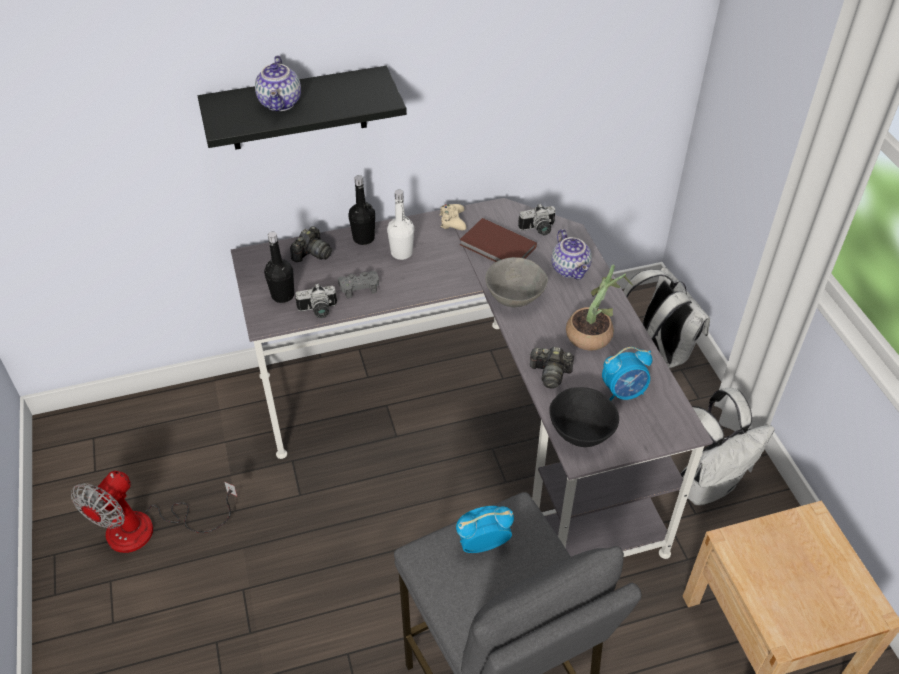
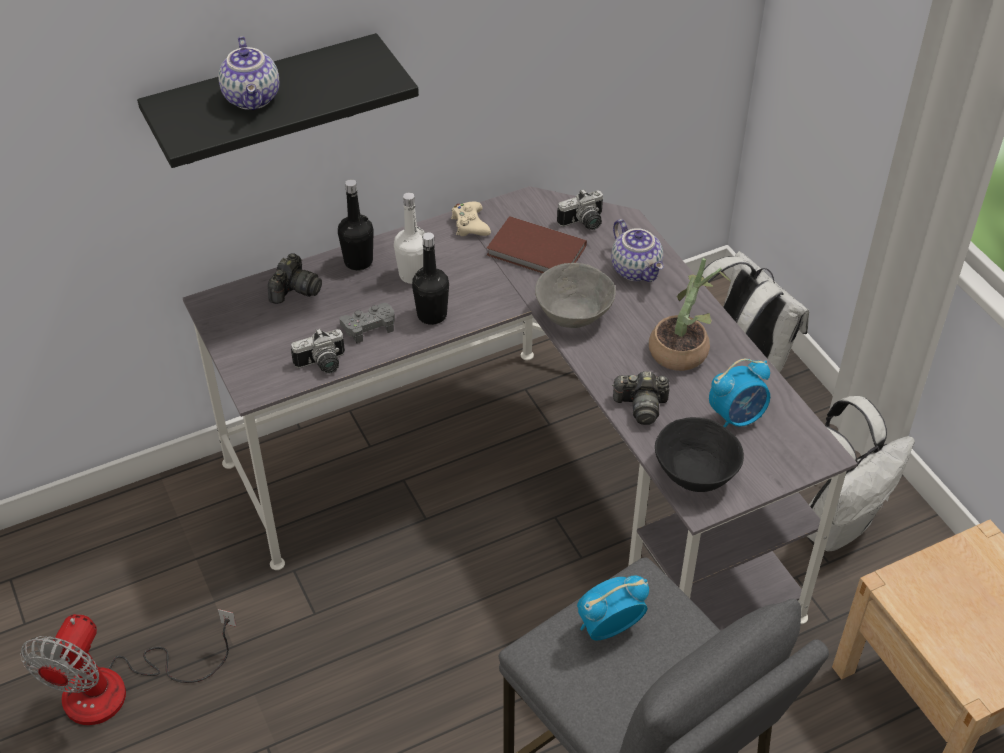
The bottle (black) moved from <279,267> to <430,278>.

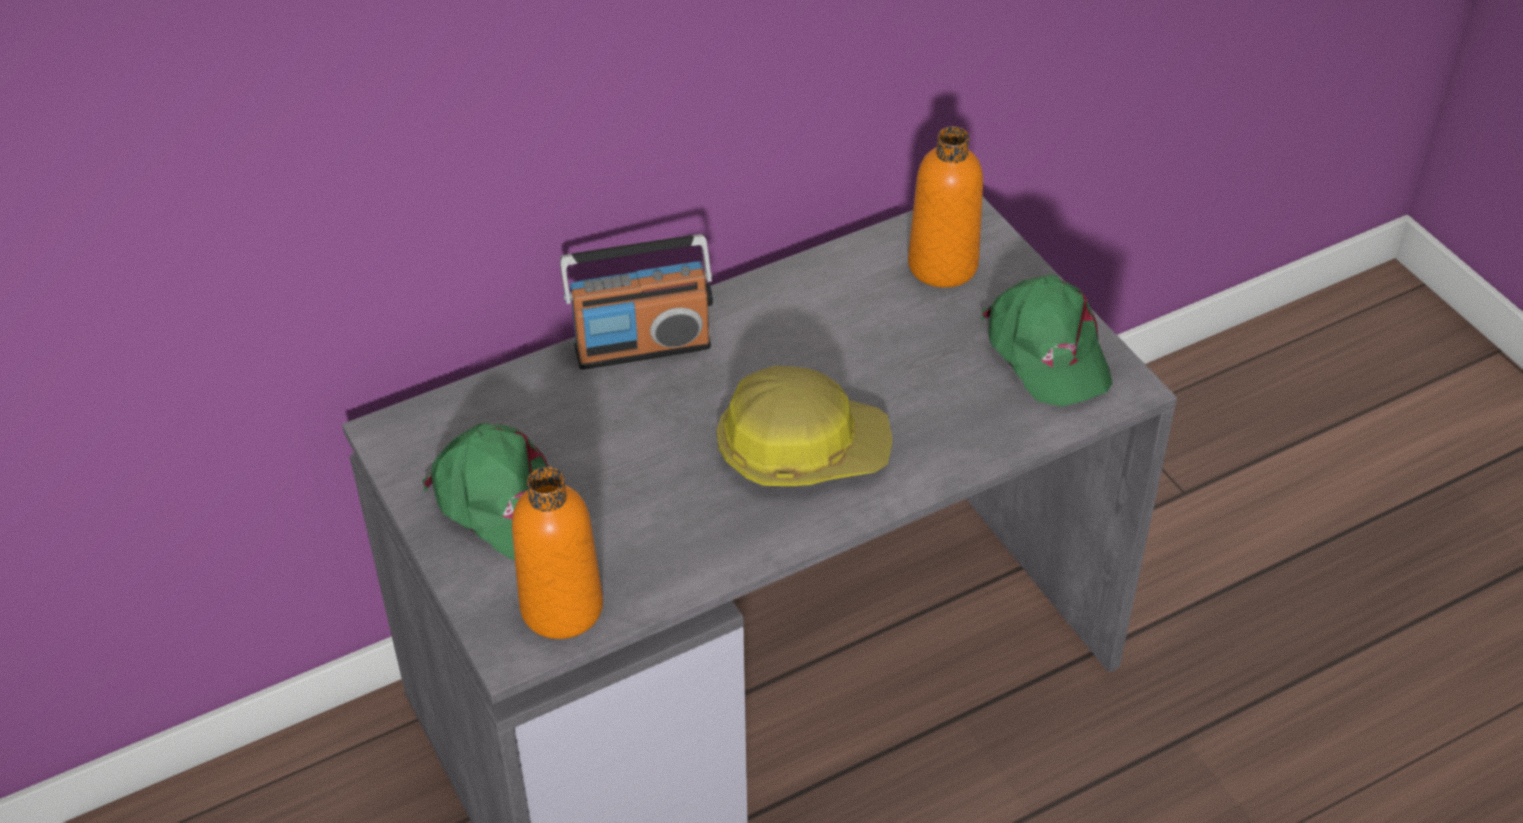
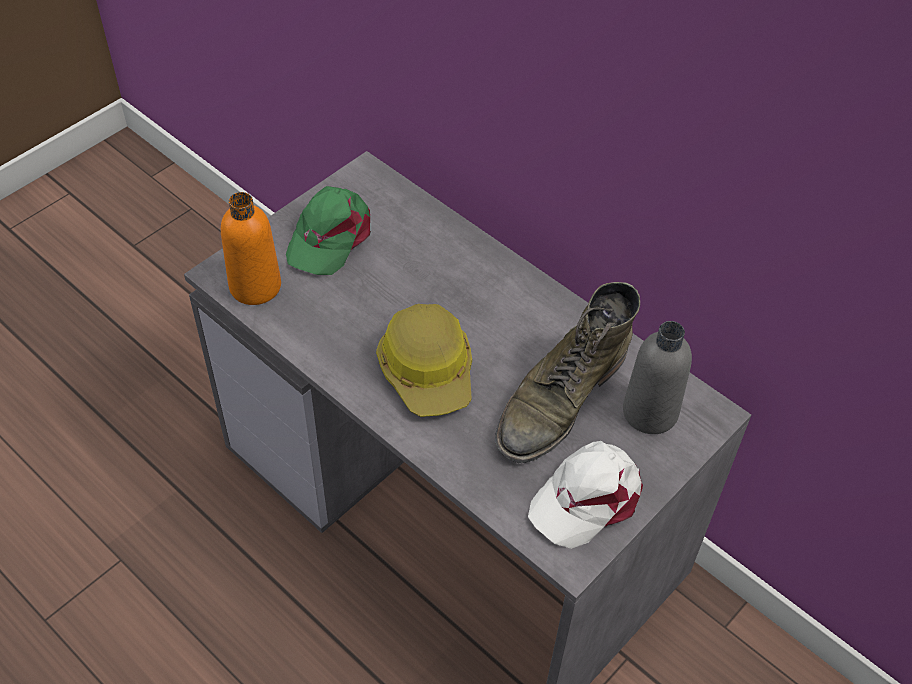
The bottle (orange-coloured) at <945,207> became the bottle (greyish) at <657,377>.
The radio receiver at <636,302> disappeared.
The peaked cap (green-coloured) at <1046,340> became the peaked cap (white-coloured) at <585,495>.
The tall boot (green-coloured) at <567,372> appeared.

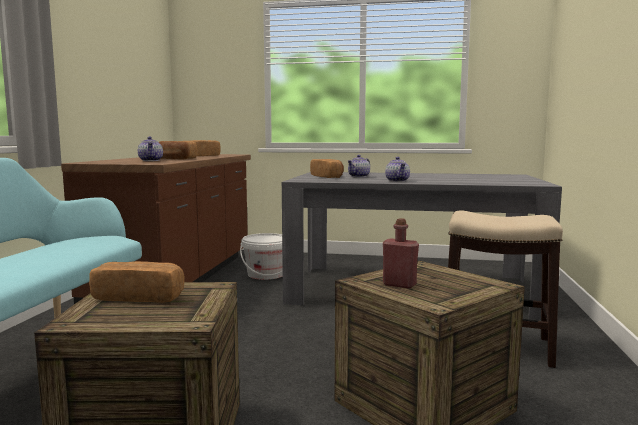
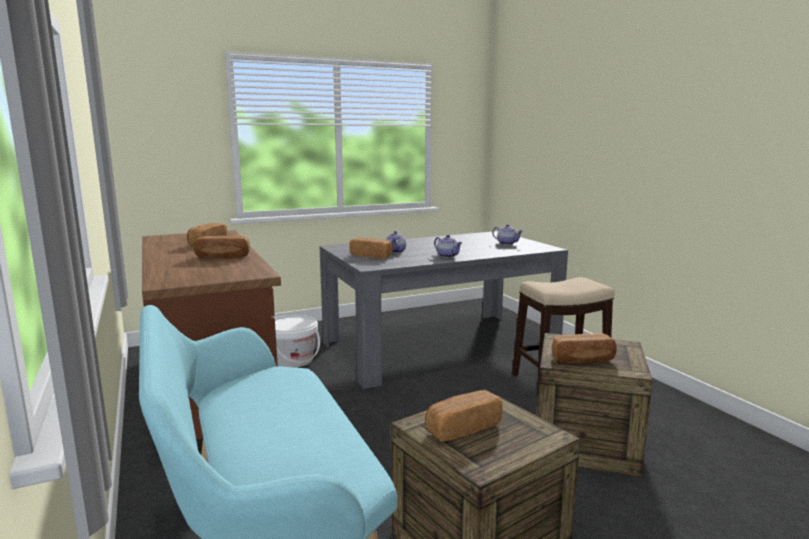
The pot for tea moved from <150,149> to <507,234>.
The bottle (red-coloured) at <401,253> was replaced by the bread at <584,348>.

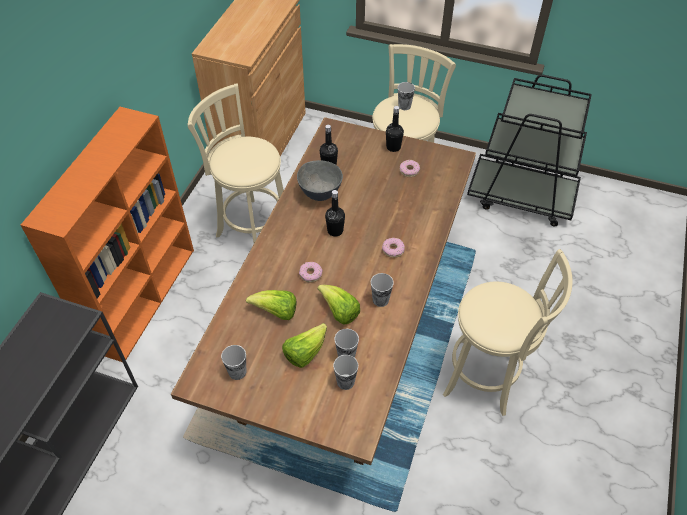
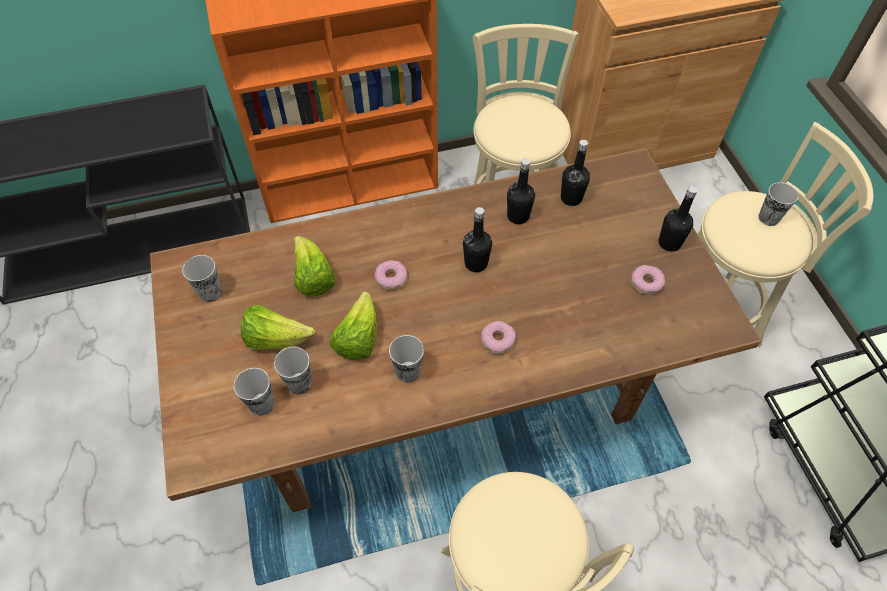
The bowl (greyish) at <320,180> was replaced by the bottle (black) at <521,191>.

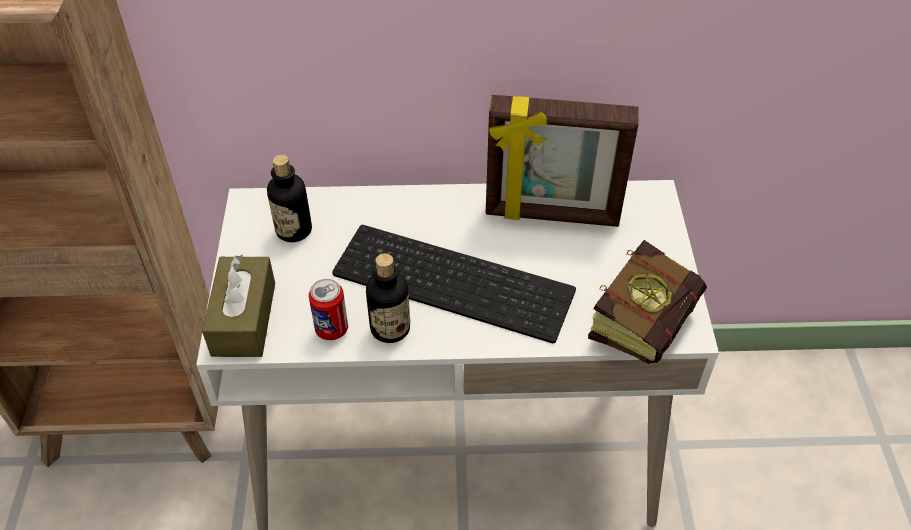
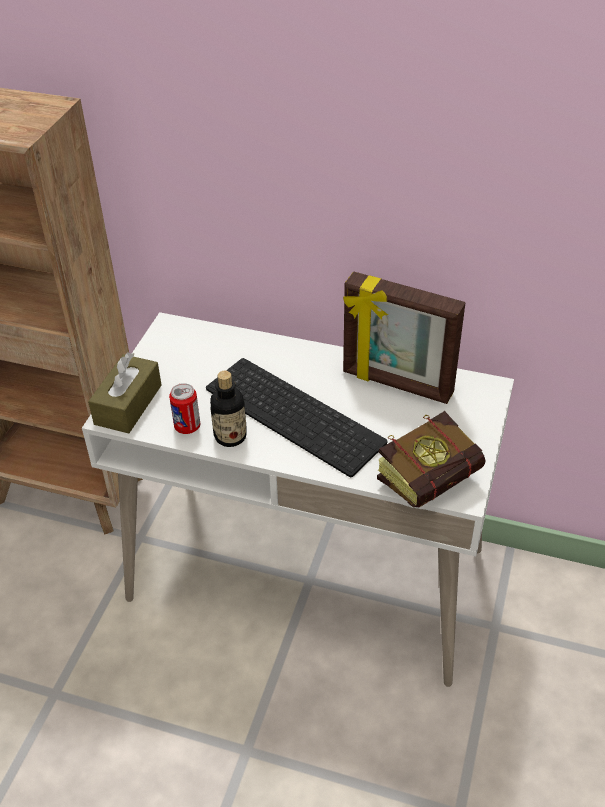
The bottle at <289,198> disappeared.

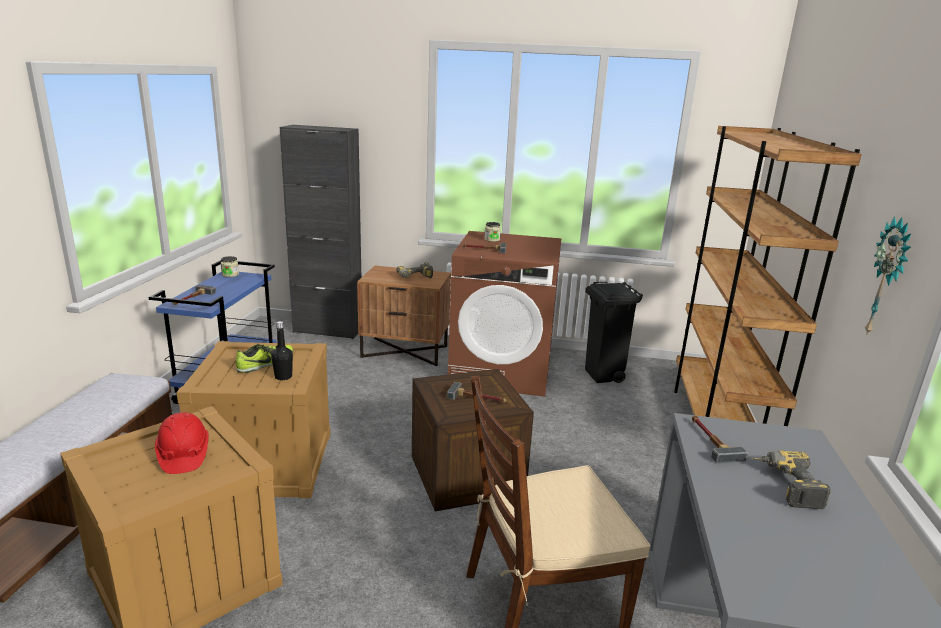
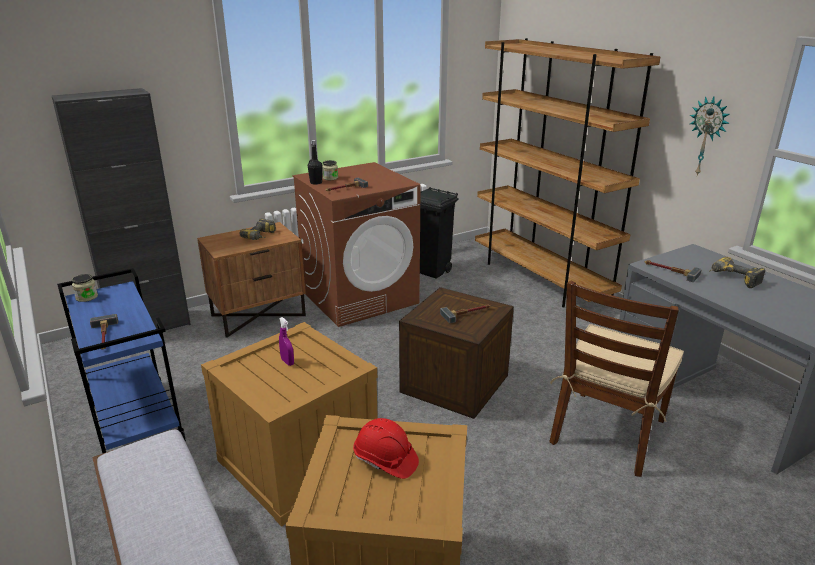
The bottle (black) moved from <282,350> to <315,162>.
The low shoe at <265,358> was replaced by the hand sprayer (purplish) at <286,341>.

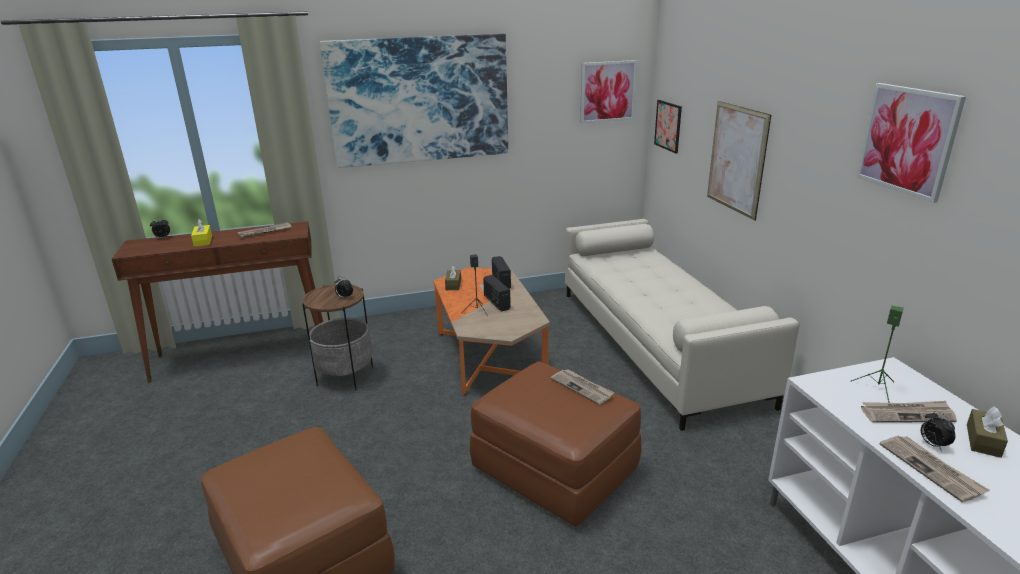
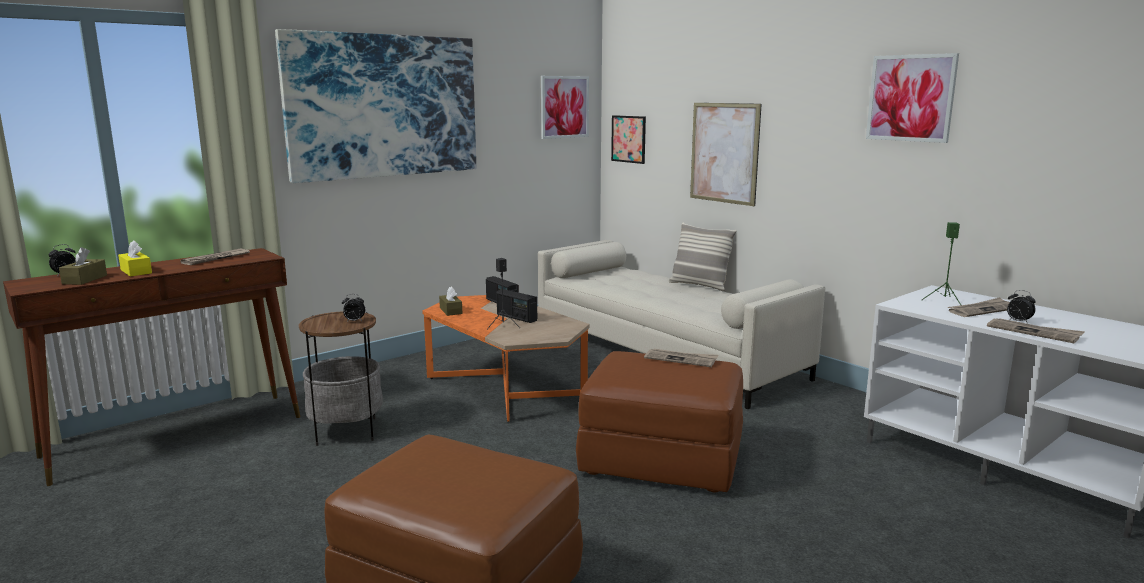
The tissue box (brownish) moved from <987,432> to <83,266>.
The pillow at <703,256> appeared.

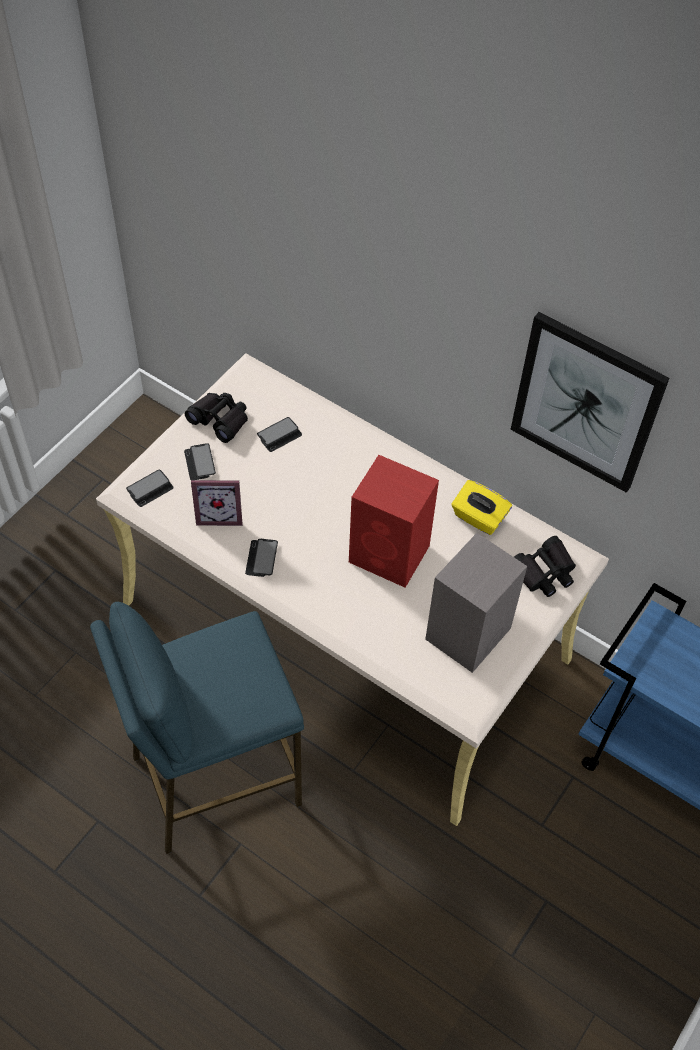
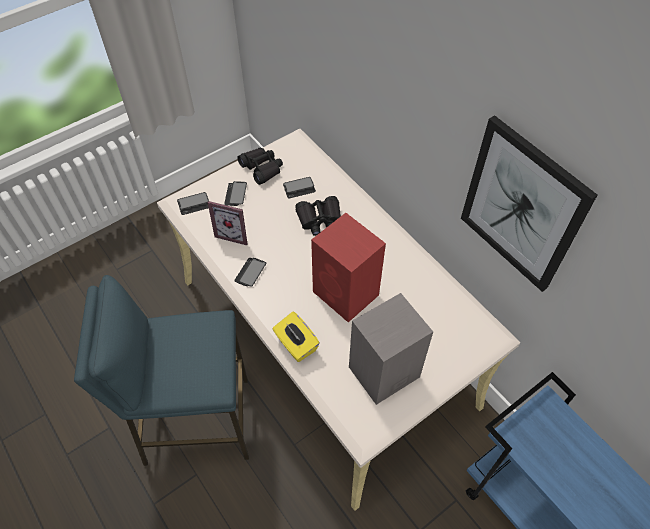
The tissue box (yellow) moved from <481,507> to <296,336>.
The pair of binoculars (black) moved from <545,566> to <318,216>.

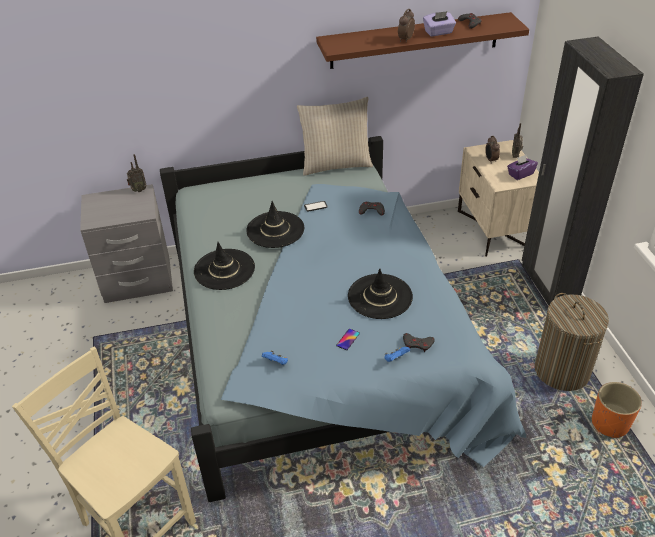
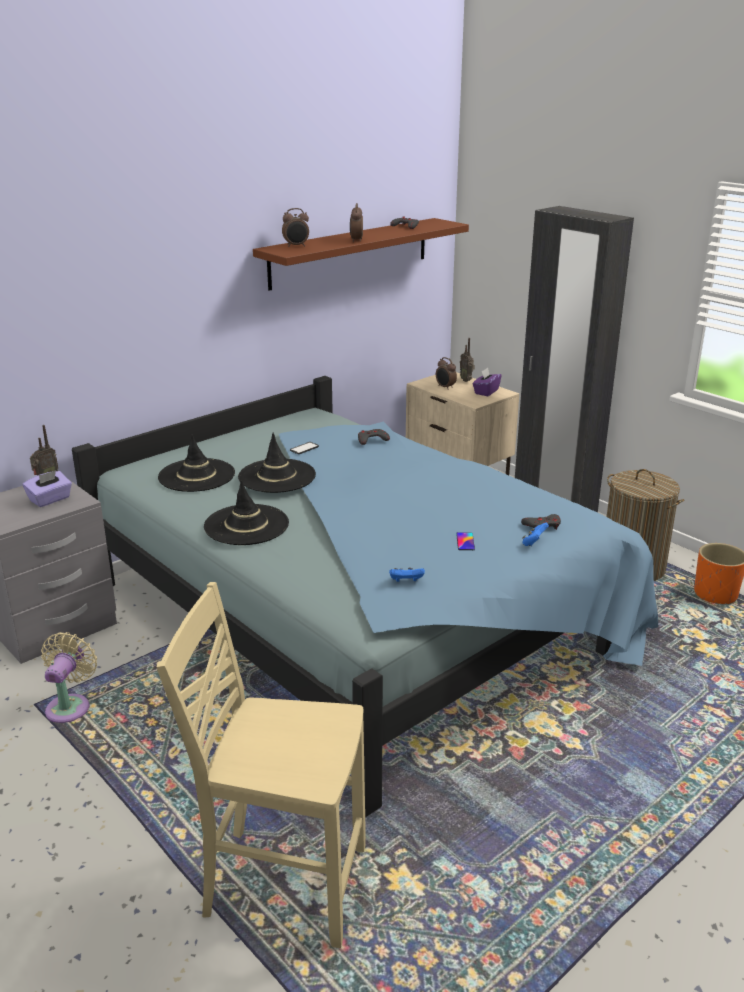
The tissue box (purplish) moved from <439,24> to <47,488>.
The pillow (beige-coloured) at <335,136> disappeared.
The clothing hat (black) moved from <380,294> to <196,463>.
The table clock at <295,227> appeared.
The fan (beige-coloured) at <69,677> appeared.

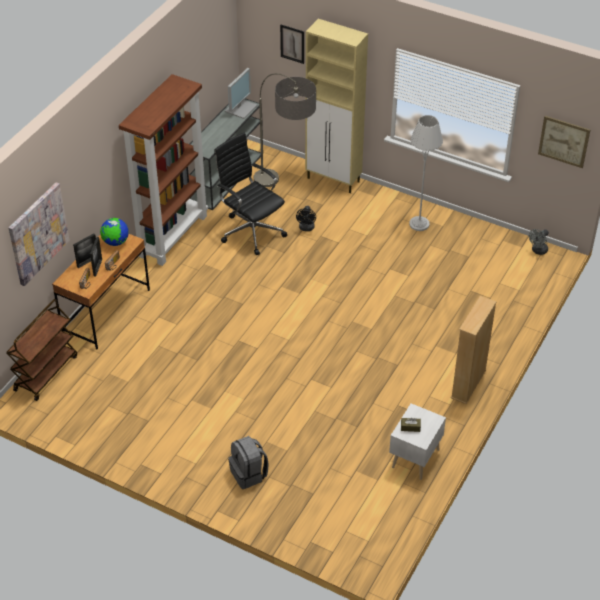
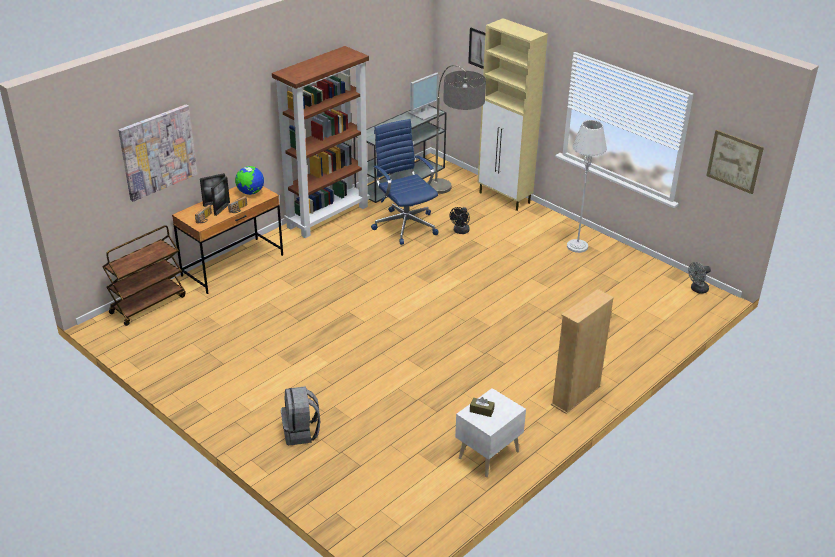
The computer chair (black) at <250,193> became the computer chair (blue) at <405,182>.

